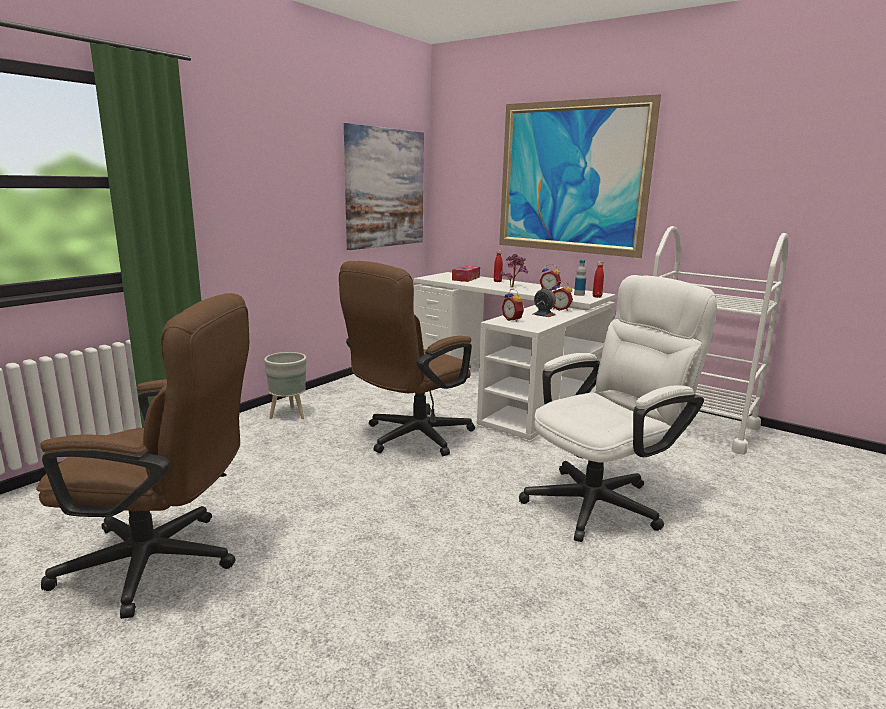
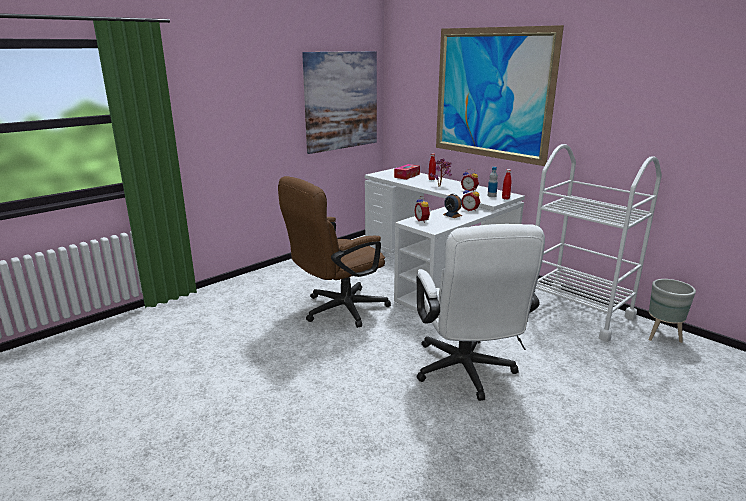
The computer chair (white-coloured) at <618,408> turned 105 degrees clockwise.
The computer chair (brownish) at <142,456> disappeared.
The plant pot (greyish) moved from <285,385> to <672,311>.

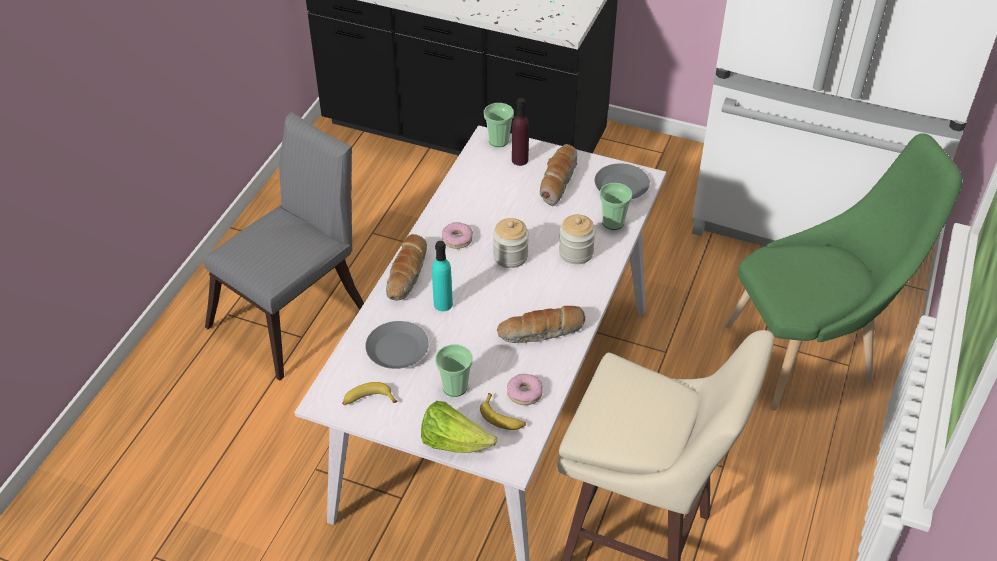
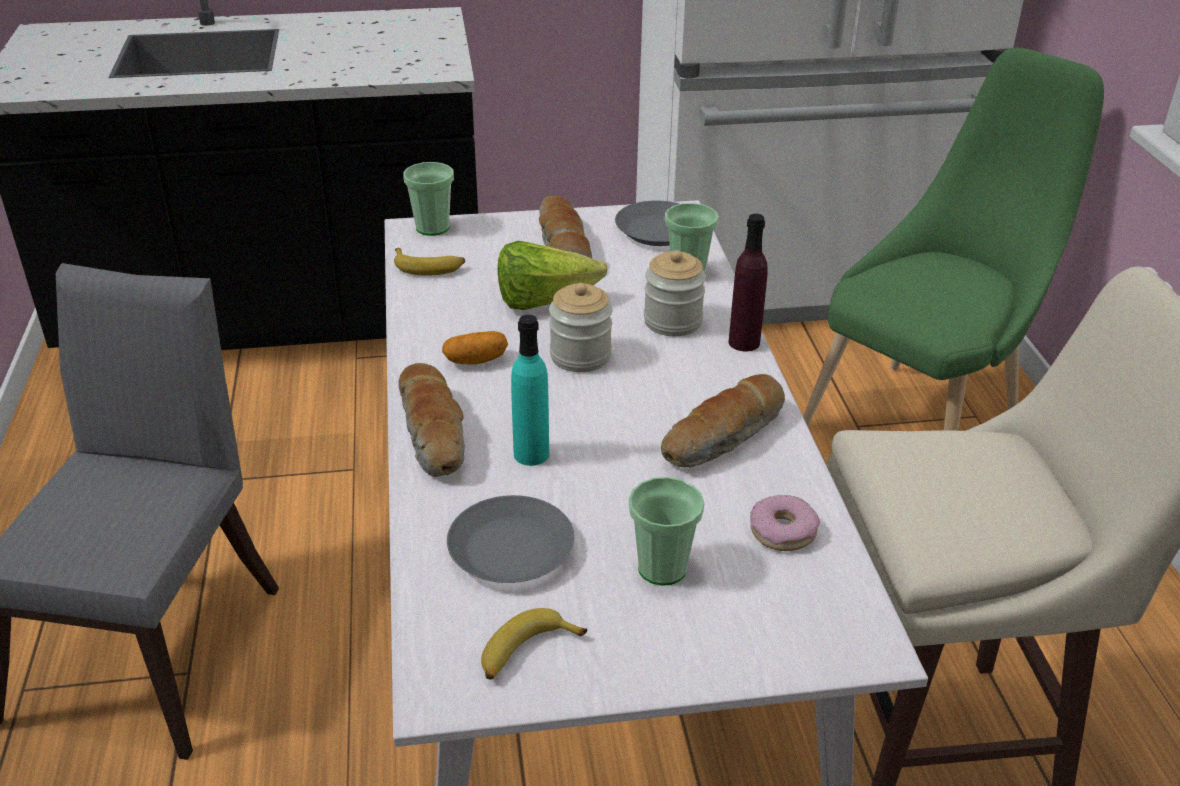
The bottle (purplish) moved from <520,132> to <748,282>.
The doughnut at <457,235> was replaced by the whole potato at <475,348>.
The banana moved from <503,411> to <429,262>.
The lettuce head moved from <459,427> to <553,275>.

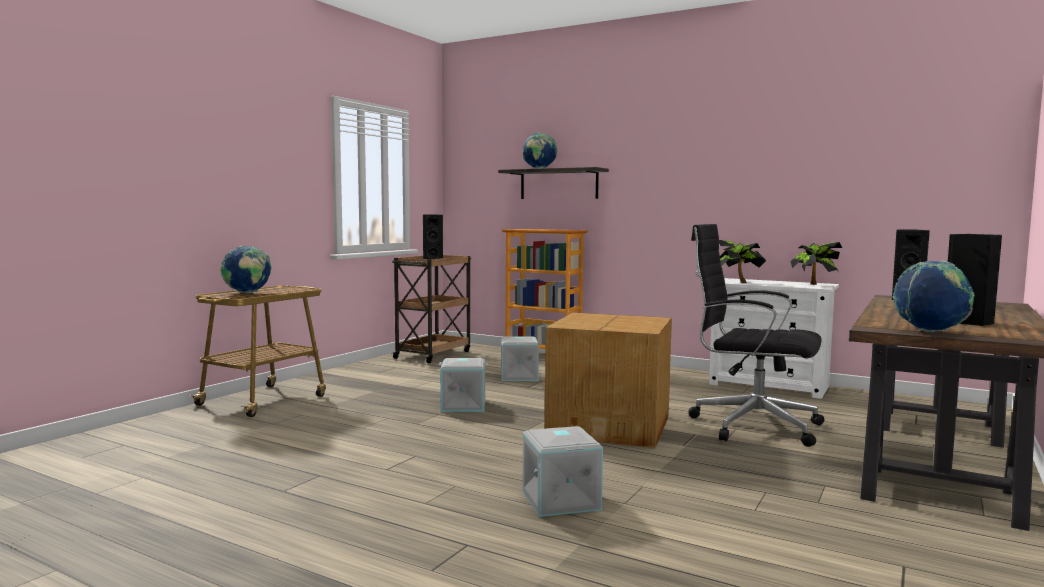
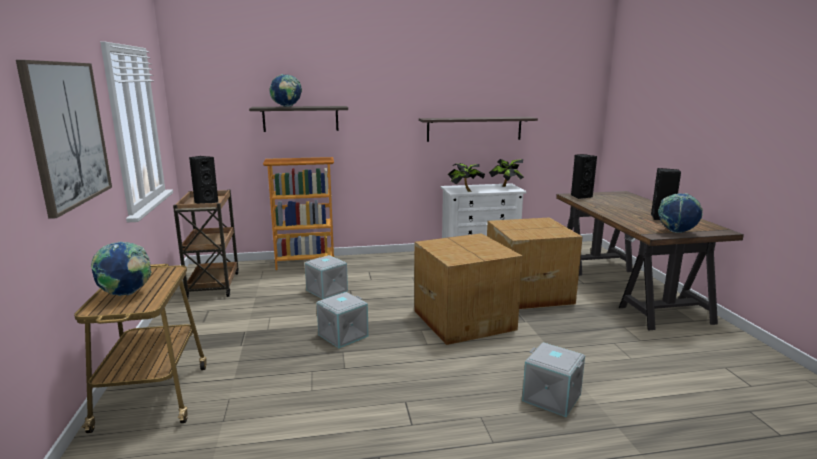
The computer chair (black) at <756,335> was replaced by the packing box at <535,263>.
The wall art at <64,139> appeared.
The shelf at <478,129> appeared.

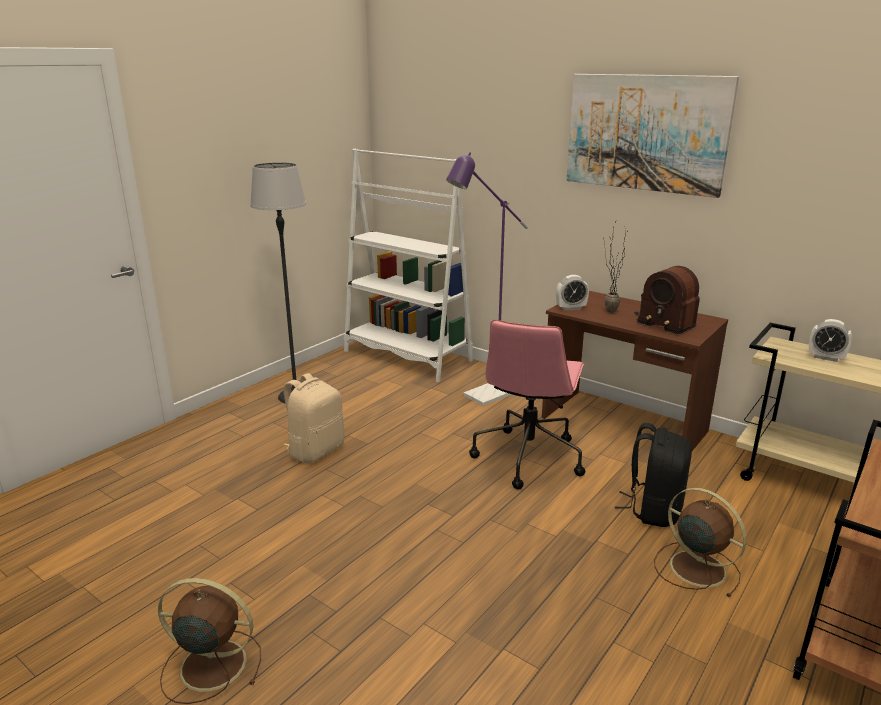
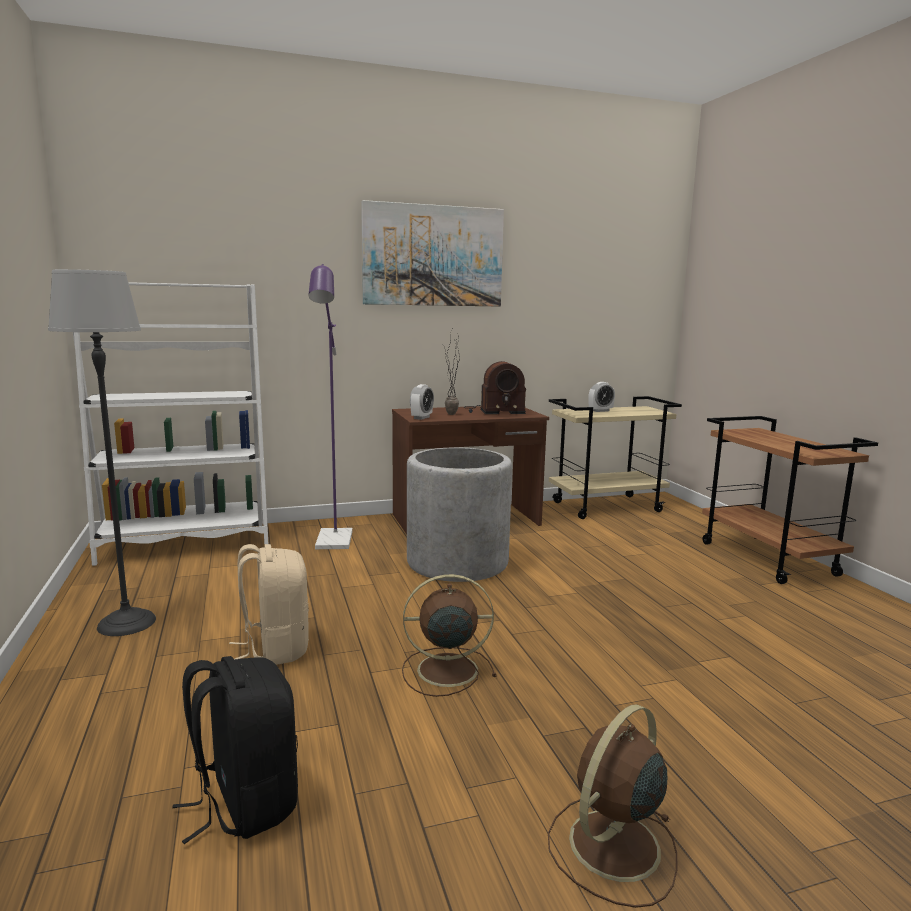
The computer chair (pink-coloured) at <527,405> was replaced by the plant pot (greyish) at <459,514>.
The backpack (black) moved from <653,475> to <235,750>.
The fan (brownish) moved from <700,542> to <449,635>.

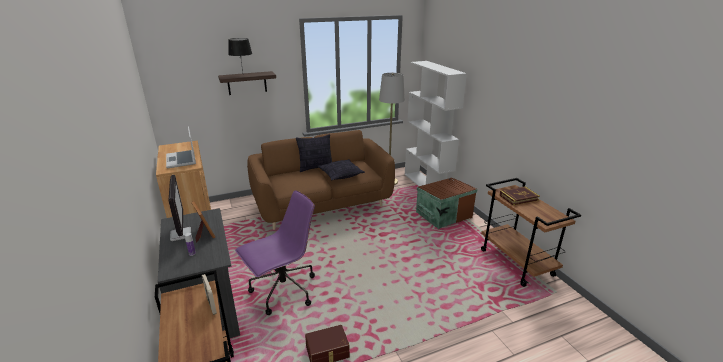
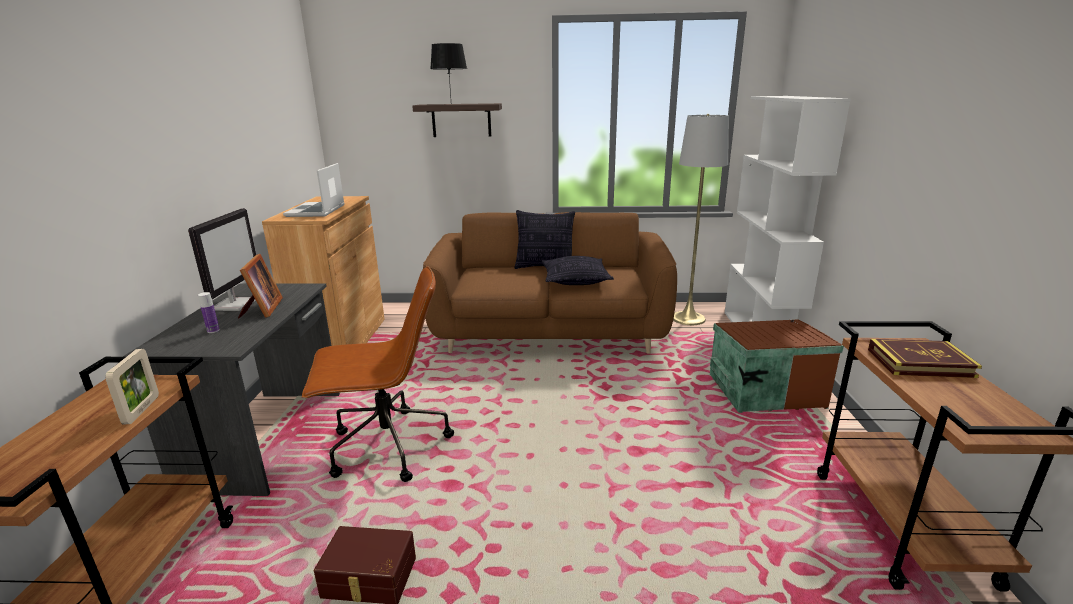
The computer chair (purplish) at <275,252> became the computer chair (brownish) at <378,374>.

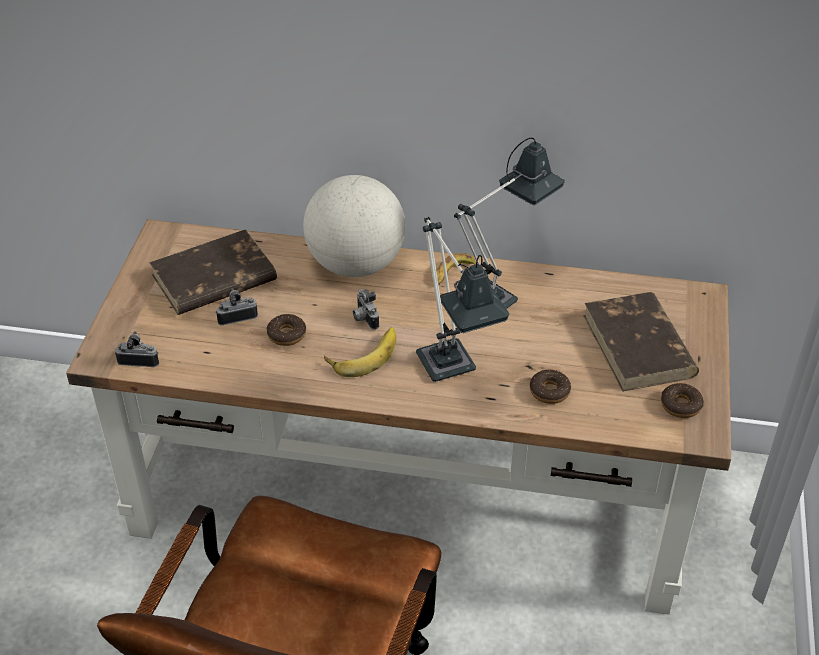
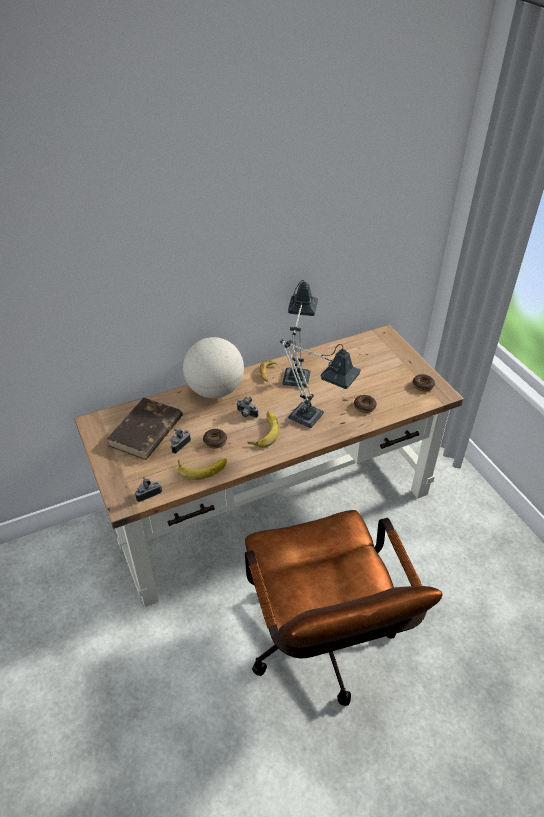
The volume (brownish) at <641,342> disappeared.
The banana at <202,469> appeared.

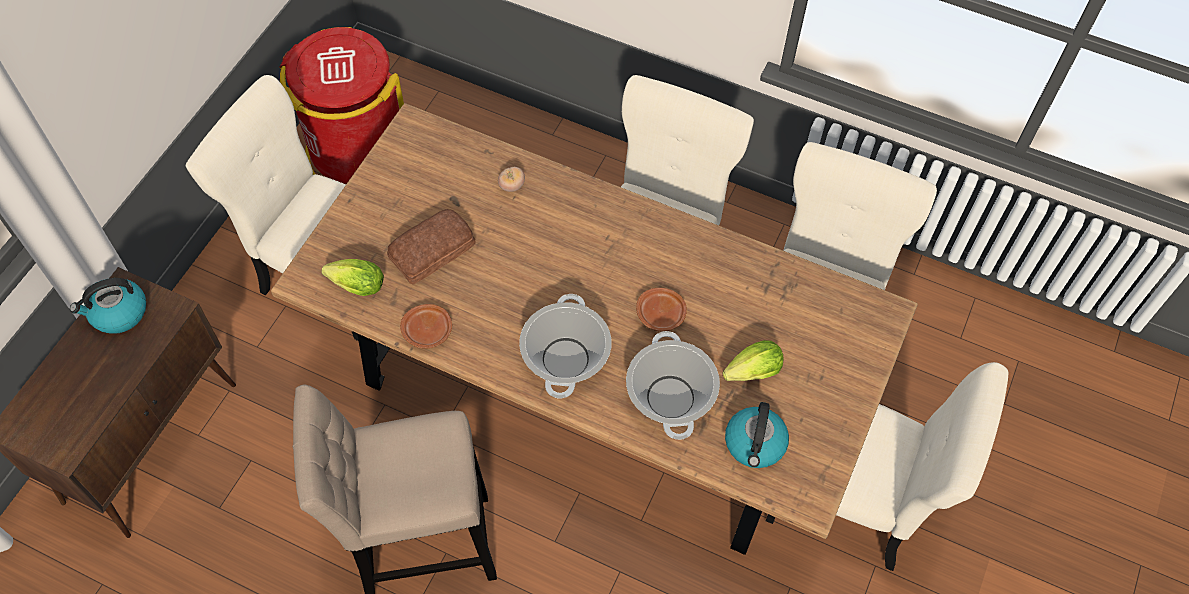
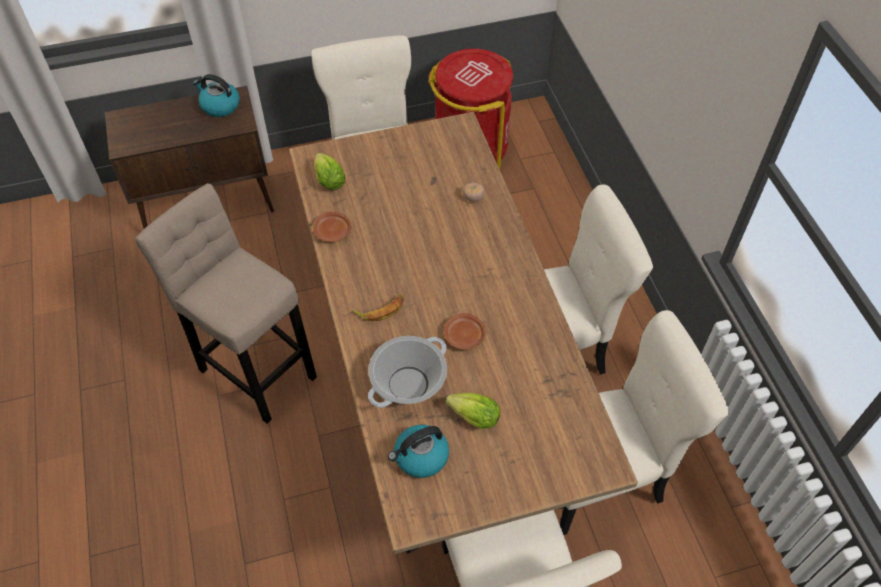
The bread at <431,247> disappeared.
The saucepot at <565,346> was replaced by the banana at <377,307>.

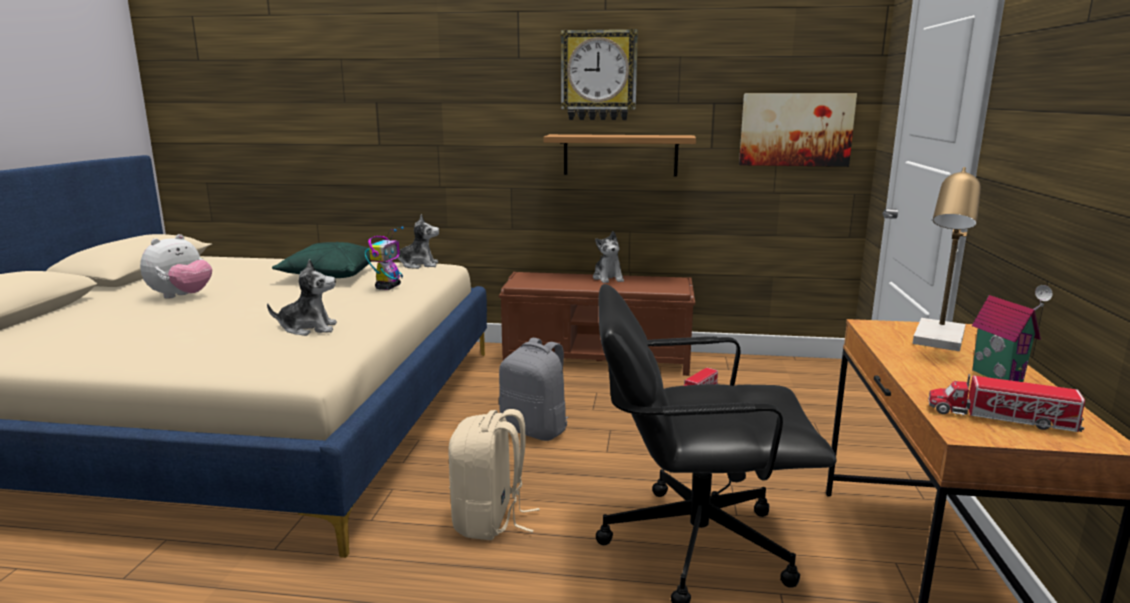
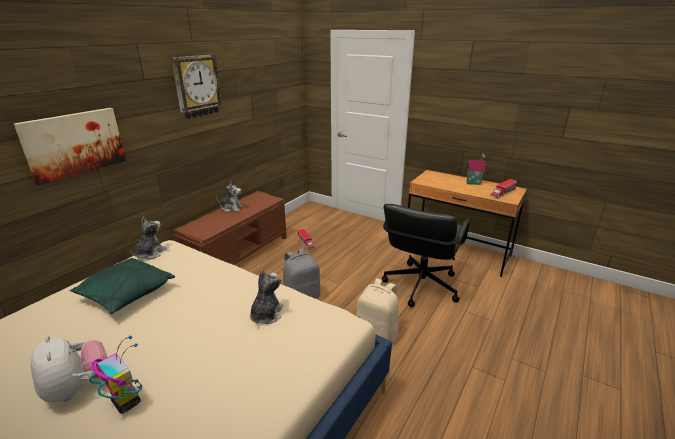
The wall art moved from <798,130> to <70,146>.
The shelf at <619,155> disappeared.
The lamp for a table at <946,259> disappeared.
The robot figure moved from <384,258> to <115,375>.

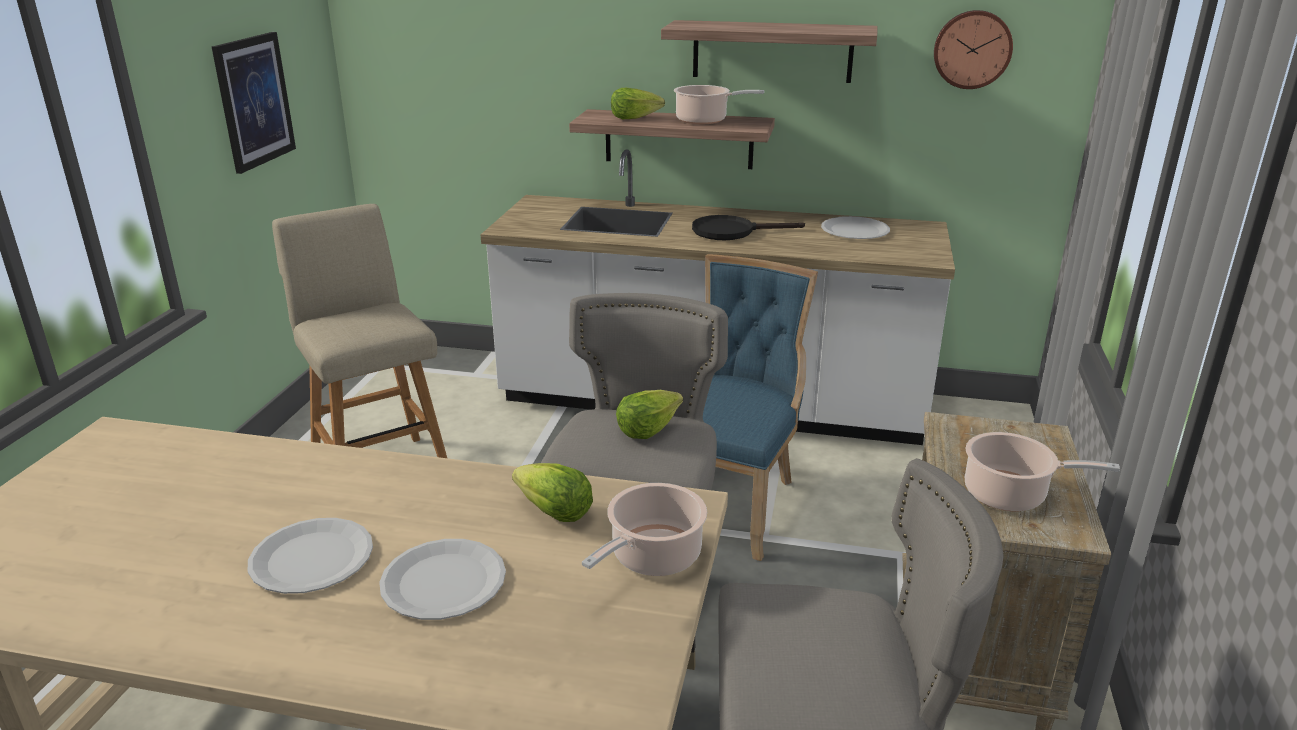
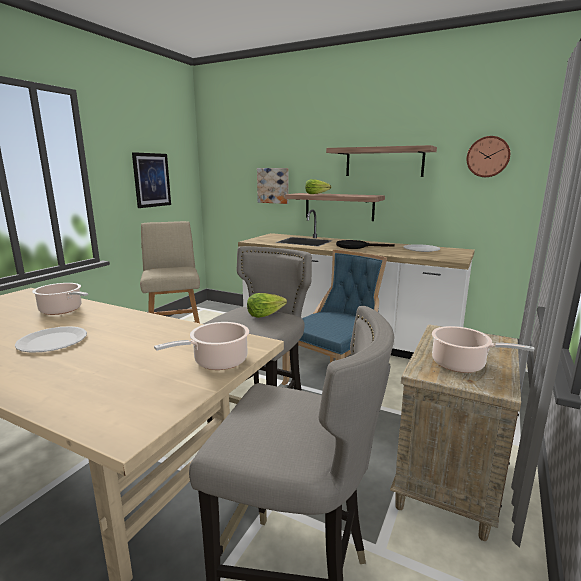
The saucepot moved from <719,104> to <60,299>.
The lettuce head at <552,492> disappeared.
The flat dish (white-coloured) at <442,579> disappeared.
The wall art at <272,186> appeared.

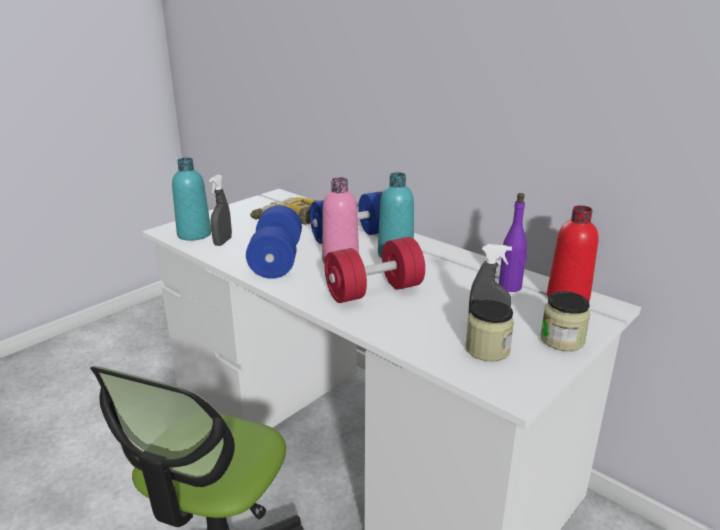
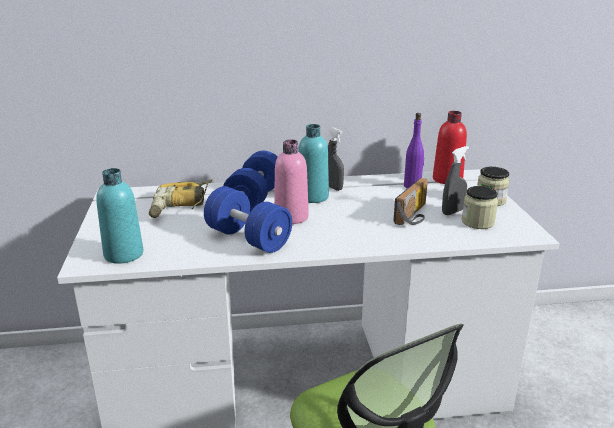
The hand sprayer (greyish) moved from <220,210> to <336,159>.
The hand weight (red-coloured) at <375,270> disappeared.
The radio receiver at <411,201> appeared.

